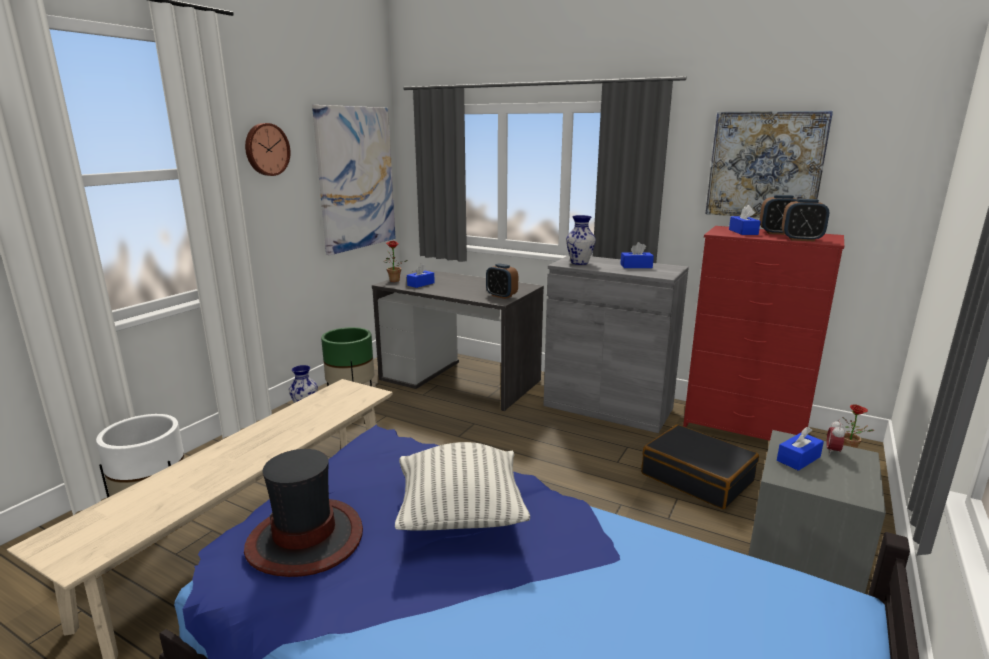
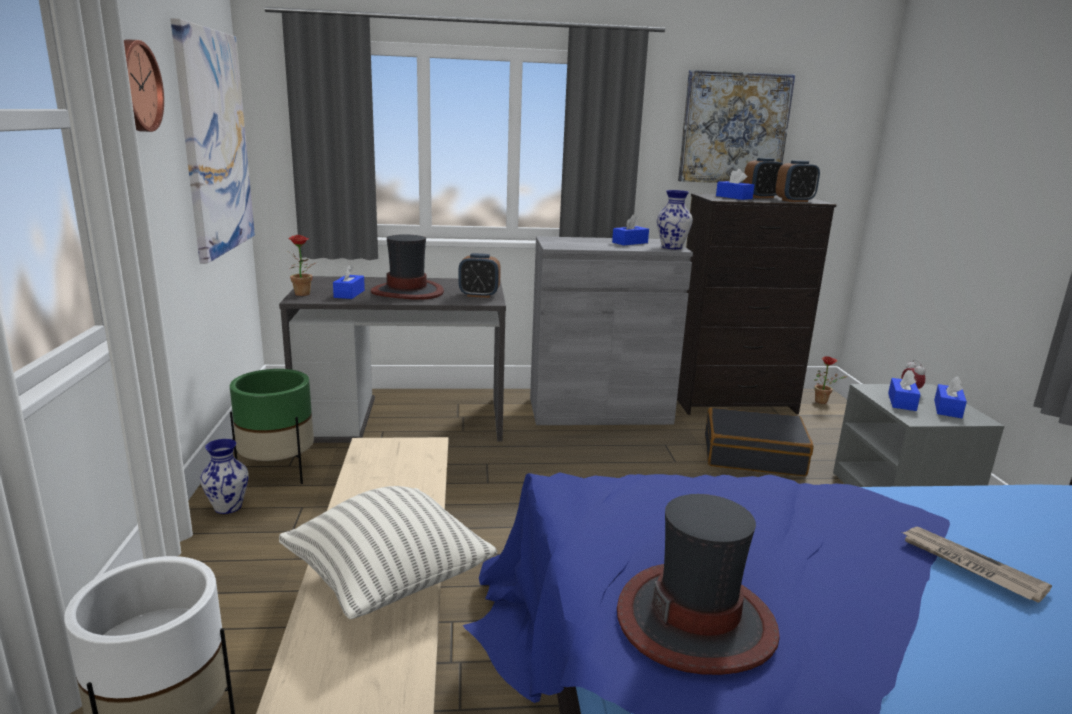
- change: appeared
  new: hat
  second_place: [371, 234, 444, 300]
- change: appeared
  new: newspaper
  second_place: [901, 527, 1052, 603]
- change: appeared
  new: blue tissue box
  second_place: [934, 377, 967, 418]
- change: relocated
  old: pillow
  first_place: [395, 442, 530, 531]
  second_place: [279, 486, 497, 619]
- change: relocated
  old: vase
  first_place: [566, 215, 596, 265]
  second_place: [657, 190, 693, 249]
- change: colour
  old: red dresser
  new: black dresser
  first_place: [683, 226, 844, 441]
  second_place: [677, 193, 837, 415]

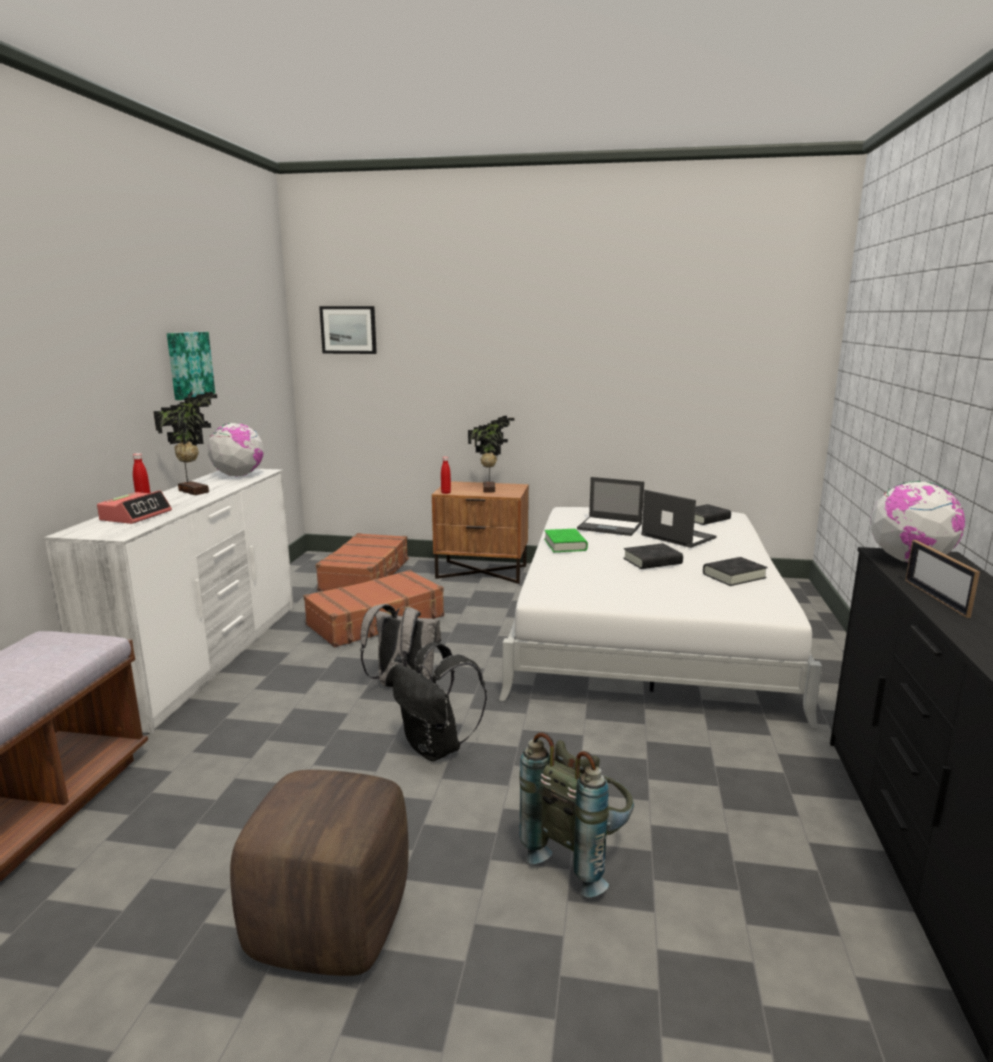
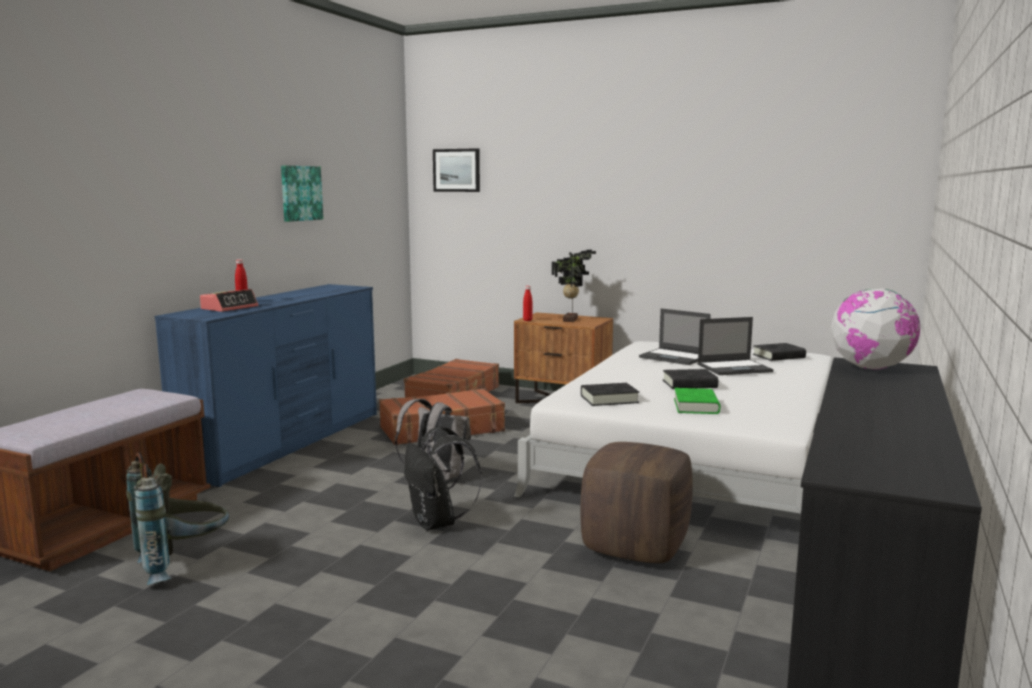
- change: missing
  old: potted plant
  first_place: [153, 392, 217, 495]
- change: missing
  old: globe
  first_place: [208, 423, 264, 476]
- change: missing
  old: picture frame
  first_place: [905, 540, 980, 618]
- change: relocated
  old: brown ottoman
  first_place: [230, 770, 409, 976]
  second_place: [581, 442, 693, 563]
- change: relocated
  old: grey backpack
  first_place: [519, 732, 634, 898]
  second_place: [126, 452, 229, 585]
- change: relocated
  old: green book
  first_place: [544, 529, 588, 552]
  second_place: [674, 388, 720, 414]
- change: relocated
  old: black book
  first_place: [703, 557, 768, 586]
  second_place: [581, 383, 639, 406]
- change: colour
  old: white dresser
  new: blue dresser
  first_place: [44, 469, 294, 734]
  second_place: [154, 284, 377, 487]
- change: spun
  old: laptop
  first_place: [641, 490, 717, 548]
  second_place: [697, 317, 774, 375]
  degrees: 105

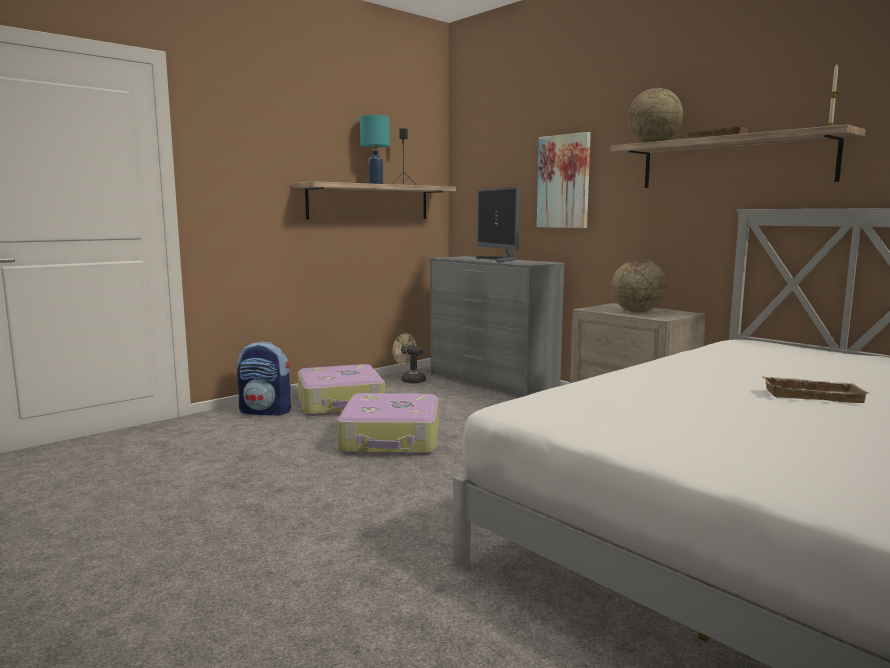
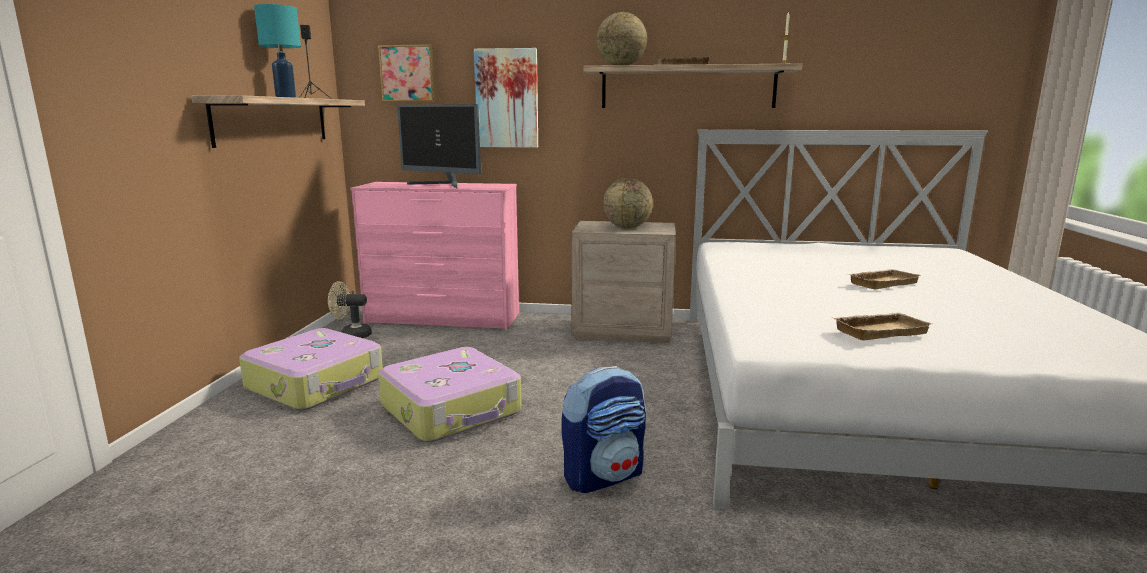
- change: appeared
  new: picture
  second_place: [378, 44, 436, 102]
- change: appeared
  new: beige tray
  second_place: [833, 313, 932, 340]
- change: relocated
  old: backpack
  first_place: [237, 341, 291, 416]
  second_place: [562, 366, 646, 493]
- change: colour
  old: grey dresser
  new: pink dresser
  first_place: [429, 256, 565, 397]
  second_place: [350, 182, 519, 330]

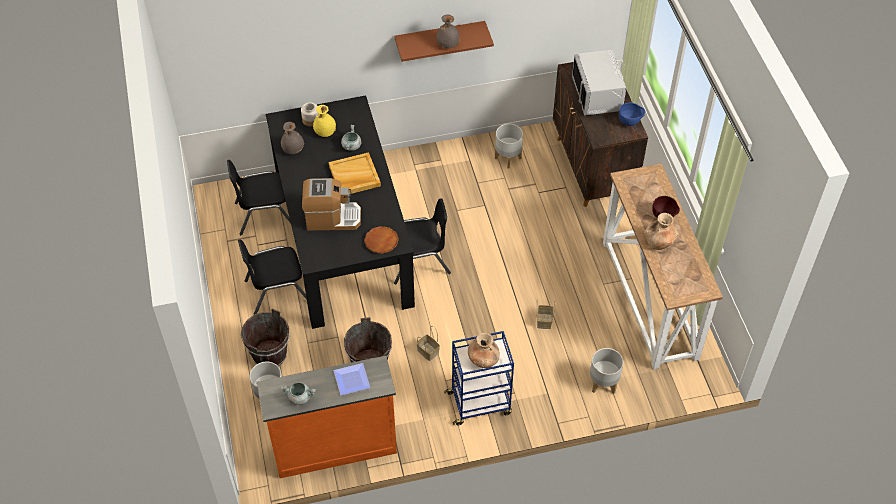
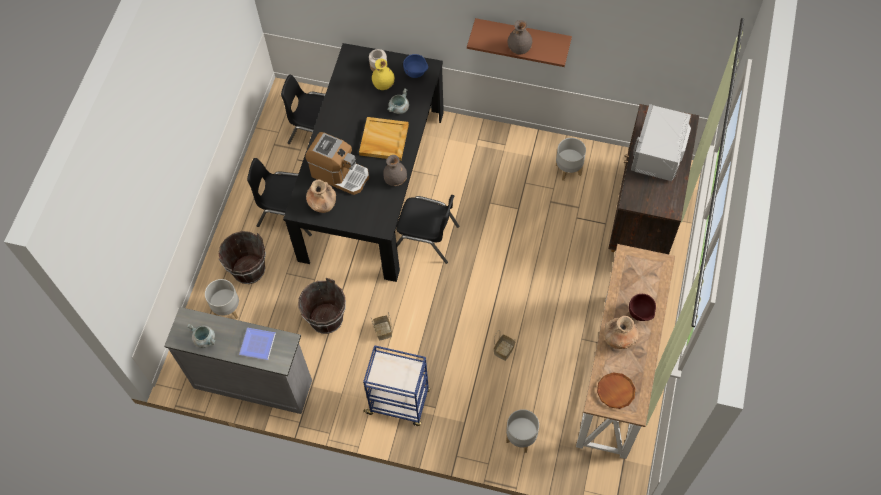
- change: relocated
  old: grey vase
  first_place: [281, 122, 304, 154]
  second_place: [383, 155, 407, 186]
- change: relocated
  old: brown plate
  first_place: [364, 226, 399, 254]
  second_place: [597, 372, 635, 409]
- change: relocated
  old: brown vase
  first_place: [468, 333, 500, 368]
  second_place: [306, 179, 336, 213]
- change: relocated
  old: blue bowl
  first_place: [619, 103, 645, 126]
  second_place: [403, 54, 428, 78]
- change: colour
  old: orange dresser
  new: grey dresser
  first_place: [257, 356, 397, 478]
  second_place: [164, 307, 312, 414]

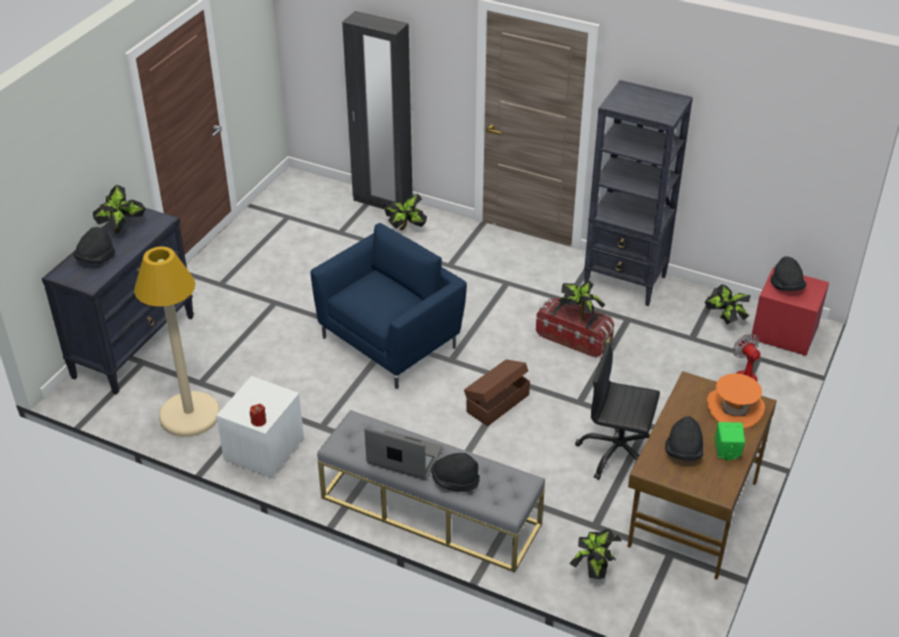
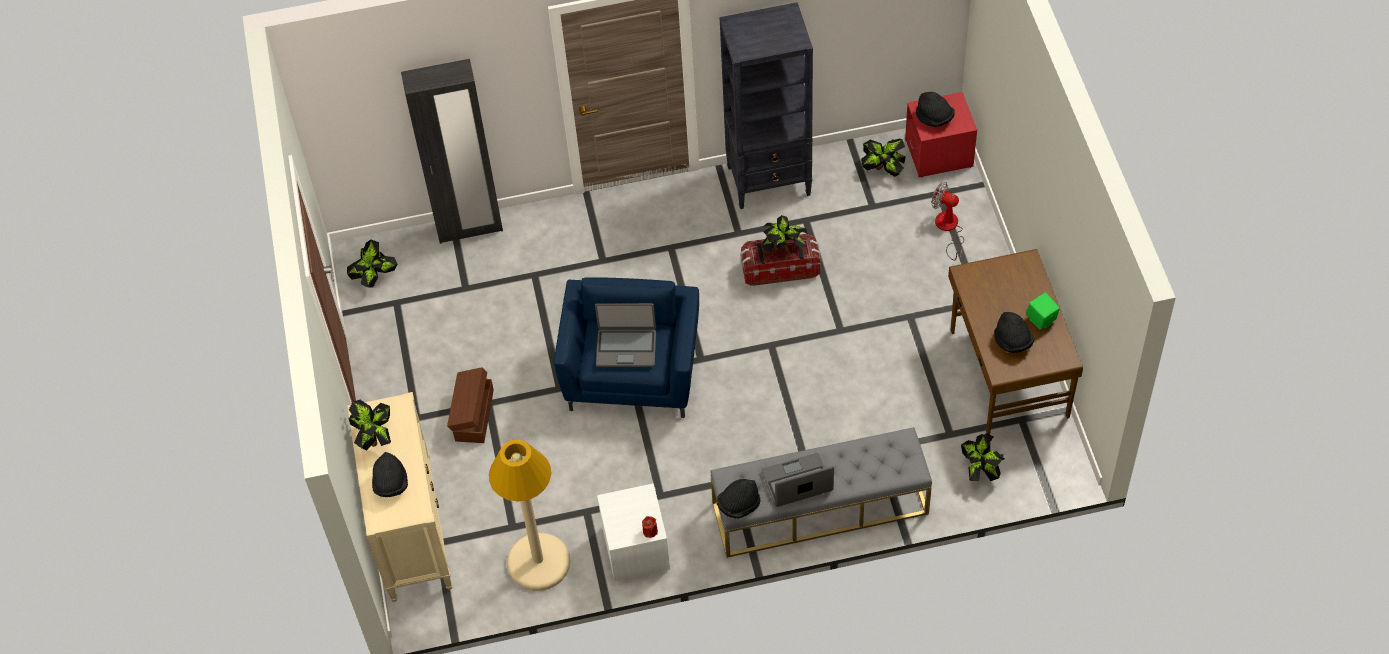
- change: missing
  old: black office chair
  first_place: [575, 342, 660, 480]
- change: missing
  old: orange hat
  first_place: [707, 373, 765, 429]
- change: appeared
  new: laptop
  second_place: [595, 303, 656, 367]
- change: relocated
  old: potted plant
  first_place: [385, 194, 427, 230]
  second_place: [347, 239, 398, 288]
- change: relocated
  old: black hat
  first_place: [431, 453, 480, 492]
  second_place: [717, 479, 760, 519]
- change: relocated
  old: brown storage box
  first_place: [464, 359, 530, 426]
  second_place: [447, 368, 494, 443]
- change: colour
  old: black dresser
  new: beige dresser
  first_place: [42, 208, 194, 395]
  second_place: [347, 392, 452, 602]

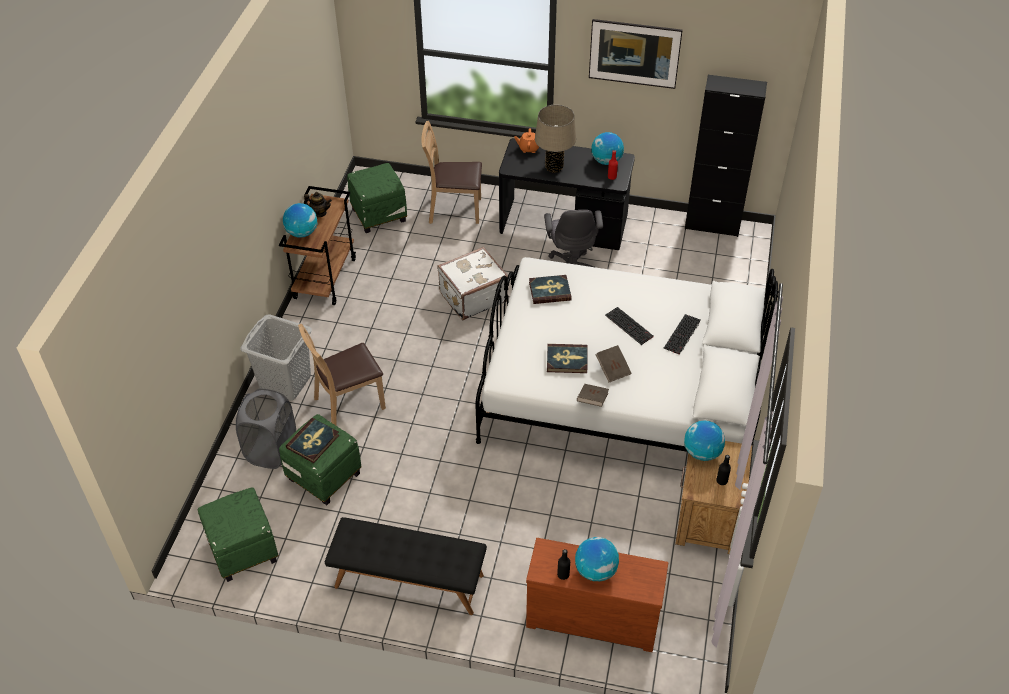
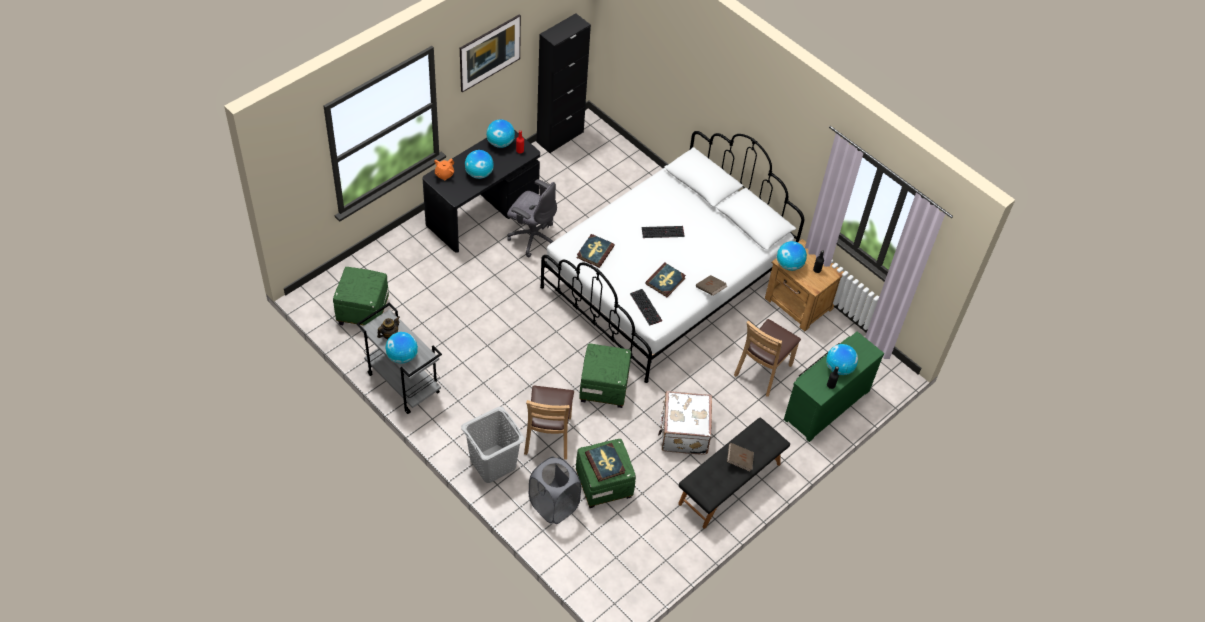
- change: relocated
  old: green ottoman
  first_place: [198, 487, 279, 582]
  second_place: [579, 343, 631, 408]
- change: relocated
  old: brown chair
  first_place: [421, 121, 482, 224]
  second_place: [734, 319, 801, 397]
- change: relocated
  old: white suitcase
  first_place: [437, 247, 508, 320]
  second_place: [658, 391, 712, 455]
- change: relocated
  old: brown book
  first_place: [595, 345, 632, 382]
  second_place: [727, 443, 754, 471]
- change: relocated
  old: keyboard
  first_place: [664, 314, 701, 355]
  second_place: [630, 289, 662, 326]
- change: exchanged
  old: beige table lamp
  new: globe
  first_place: [535, 105, 576, 173]
  second_place: [465, 150, 494, 179]
- change: colour
  old: brown cart
  new: grey cart
  first_place: [279, 186, 356, 305]
  second_place: [357, 303, 442, 414]
- change: colour
  old: brown dresser
  new: green dresser
  first_place: [526, 538, 669, 652]
  second_place: [784, 331, 884, 442]

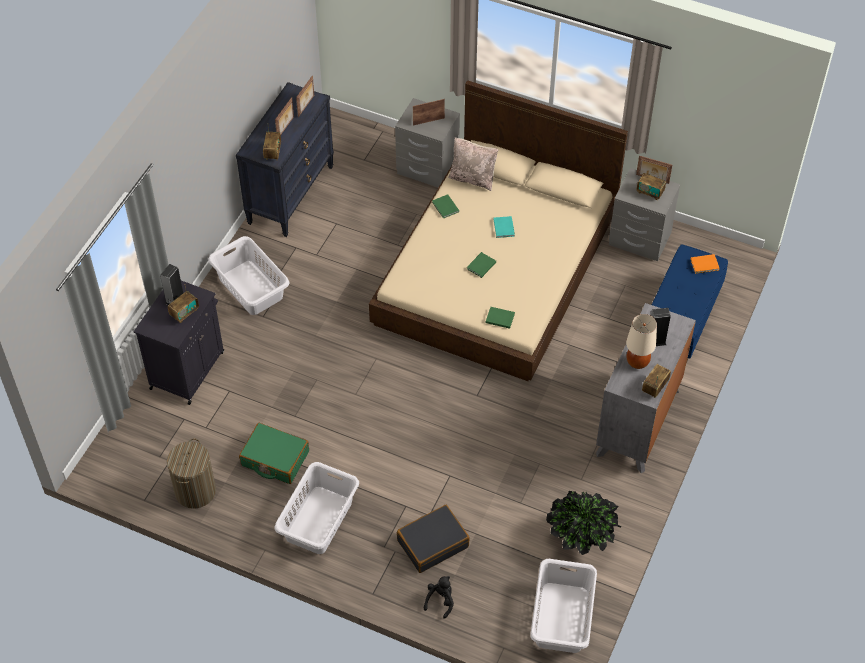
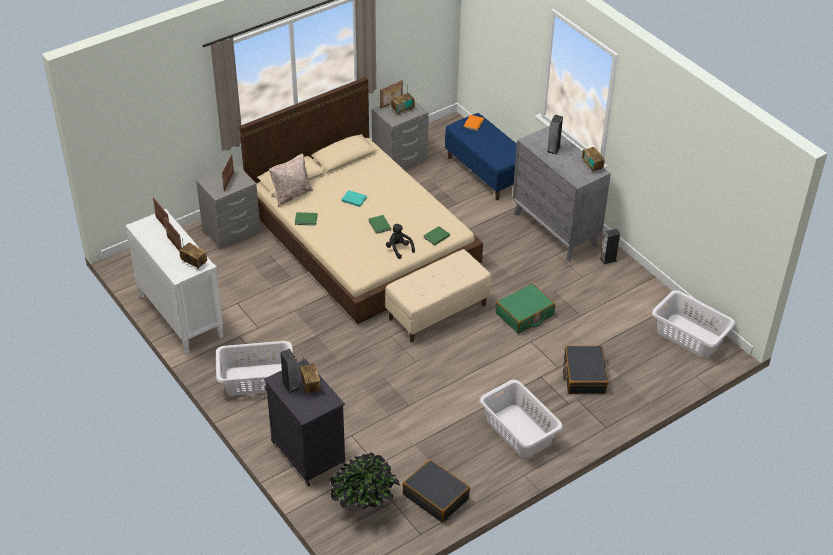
- change: missing
  old: beige table lamp
  first_place: [626, 314, 657, 369]
- change: appeared
  new: beige bench
  second_place: [385, 249, 491, 342]
- change: appeared
  new: speaker
  second_place: [600, 229, 620, 265]
- change: relocated
  old: green suitcase
  first_place: [239, 423, 309, 484]
  second_place: [496, 283, 555, 334]
- change: relocated
  old: black plush toy
  first_place: [424, 576, 454, 619]
  second_place: [386, 224, 415, 259]
- change: relocated
  old: potted plant
  first_place: [546, 491, 621, 555]
  second_place: [330, 452, 400, 510]
- change: exchanged
  old: laundry basket
  new: black suitcase
  first_place: [167, 439, 216, 509]
  second_place: [402, 459, 470, 522]
- change: colour
  old: black dresser
  new: white dresser
  first_place: [236, 82, 334, 237]
  second_place: [125, 209, 224, 355]

